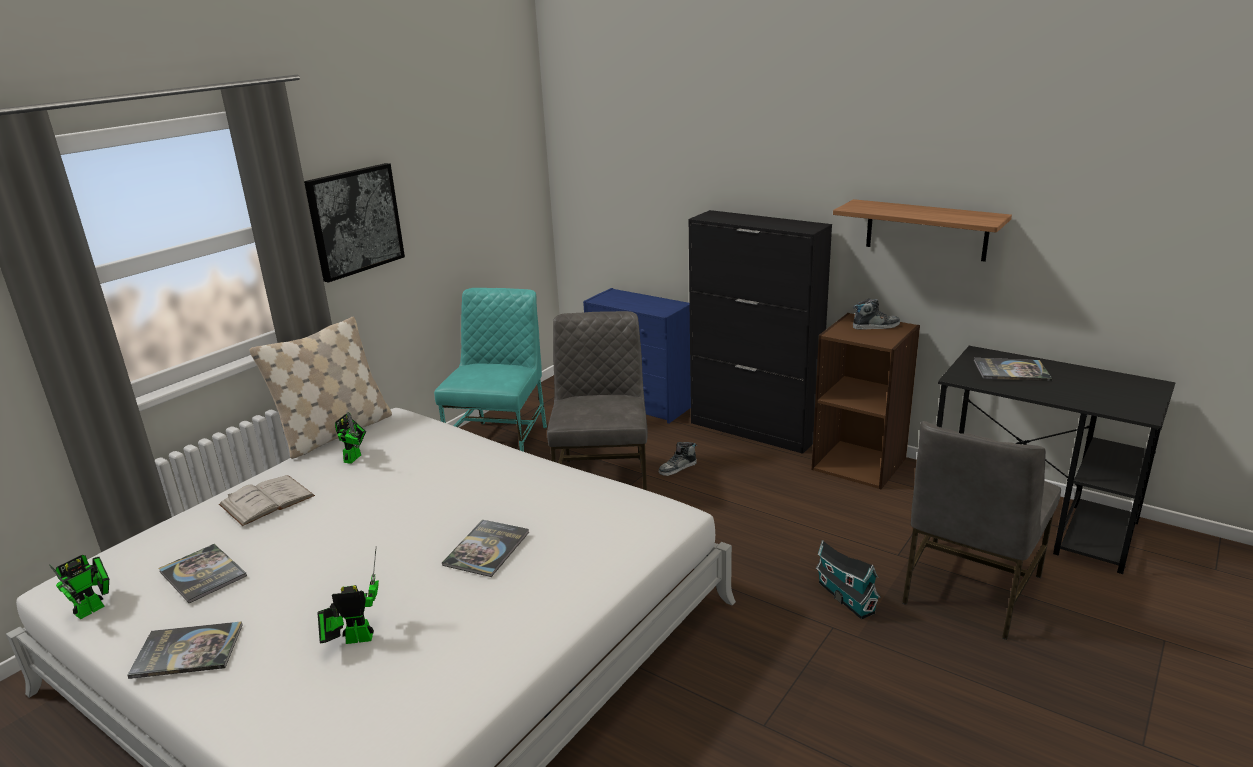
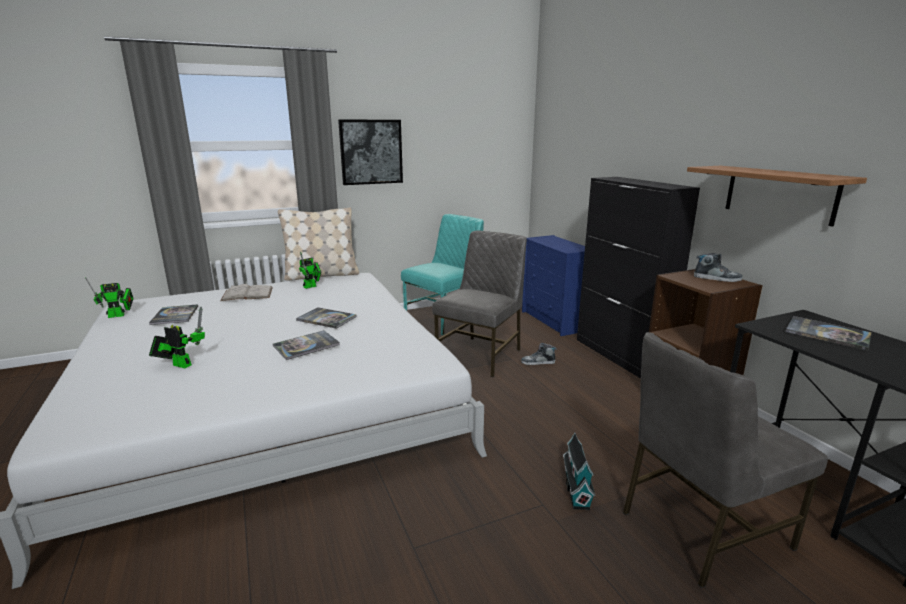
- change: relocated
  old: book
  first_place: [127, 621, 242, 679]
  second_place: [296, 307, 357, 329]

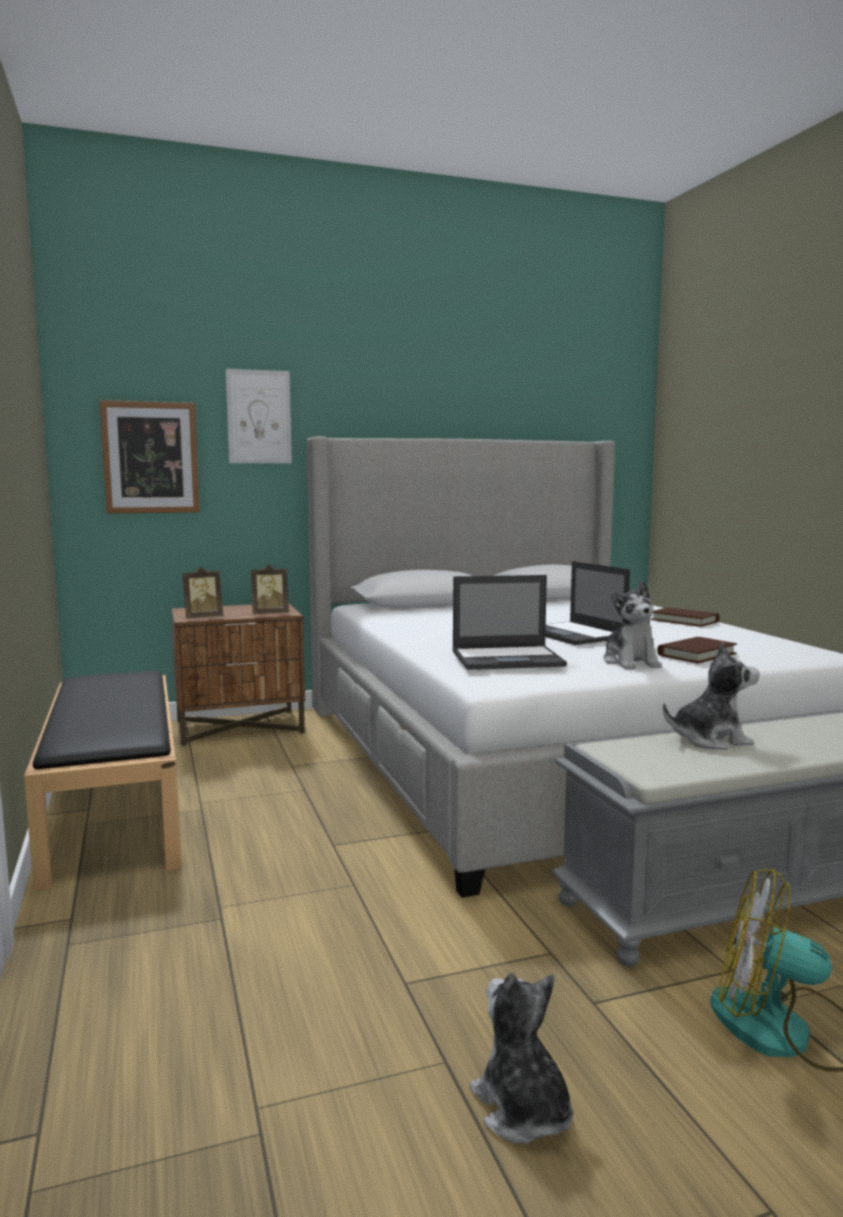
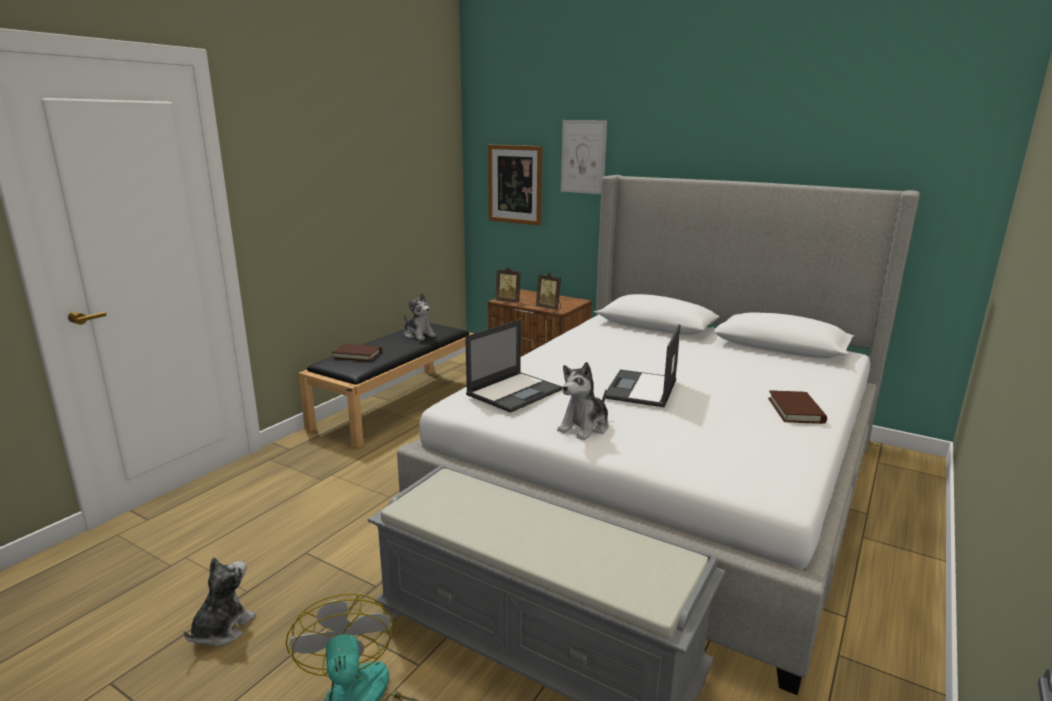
- change: relocated
  old: brown book
  first_place: [657, 637, 737, 663]
  second_place: [332, 344, 382, 361]
- change: relocated
  old: plush toy
  first_place: [663, 642, 759, 750]
  second_place: [404, 293, 436, 340]
- change: spun
  old: laptop
  first_place: [452, 575, 567, 670]
  second_place: [465, 320, 562, 413]
  degrees: -90

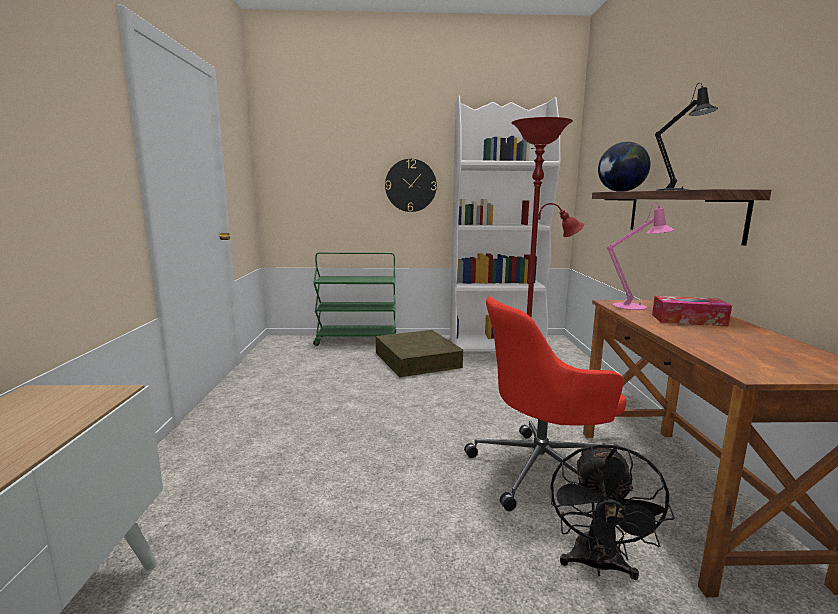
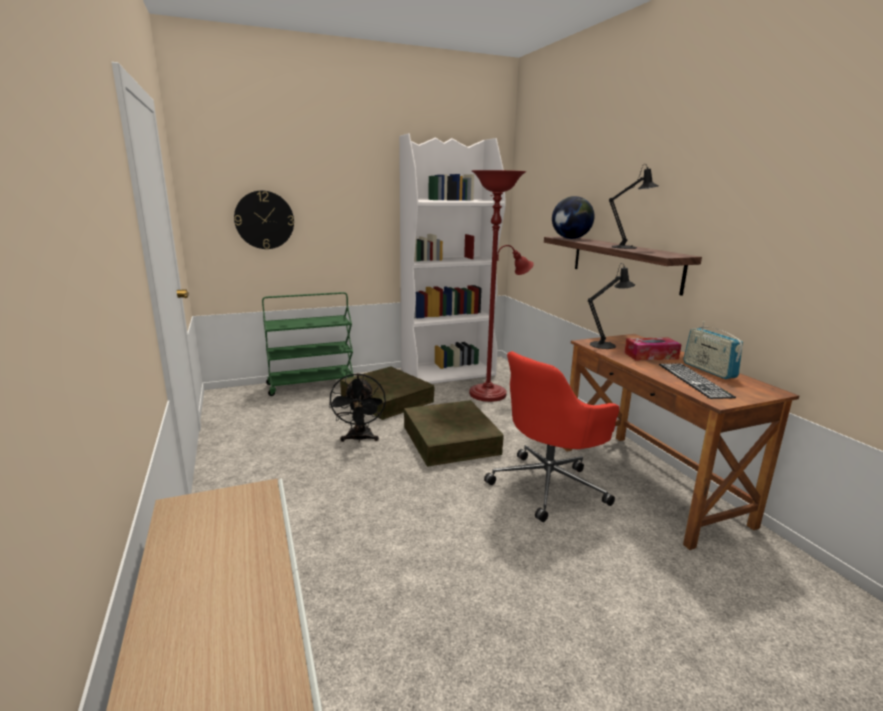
- change: appeared
  new: brown storage box
  second_place: [404, 400, 504, 467]
- change: appeared
  new: keyboard
  second_place: [659, 363, 736, 399]
- change: appeared
  new: radio
  second_place: [683, 321, 743, 379]
- change: relocated
  old: wall clock
  first_place: [385, 159, 437, 212]
  second_place: [234, 191, 294, 249]
- change: relocated
  old: black fan
  first_place: [550, 443, 675, 580]
  second_place: [329, 373, 386, 442]
- change: colour
  old: pink table lamp
  new: black table lamp
  first_place: [607, 202, 674, 310]
  second_place: [588, 263, 635, 349]

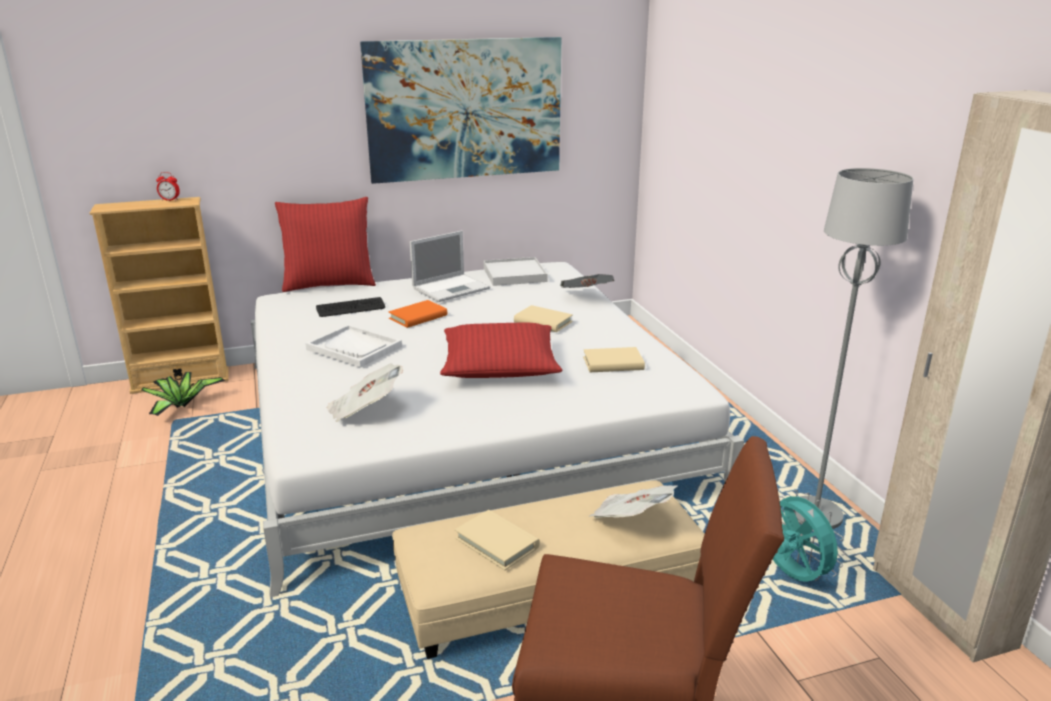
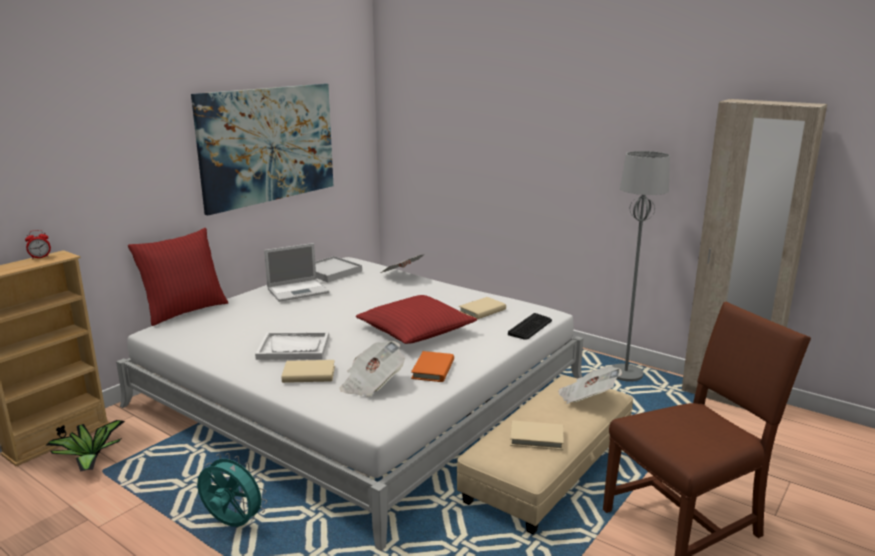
- change: relocated
  old: keyboard
  first_place: [316, 297, 385, 317]
  second_place: [508, 313, 552, 340]
- change: relocated
  old: orange book
  first_place: [389, 300, 447, 328]
  second_place: [411, 351, 454, 382]
- change: relocated
  old: beige book
  first_place: [514, 305, 573, 332]
  second_place: [282, 360, 335, 383]
- change: relocated
  old: turquoise fan
  first_place: [773, 490, 845, 582]
  second_place: [197, 453, 267, 527]
- change: spun
  old: laptop
  first_place: [410, 231, 490, 302]
  second_place: [264, 243, 329, 302]
  degrees: 45

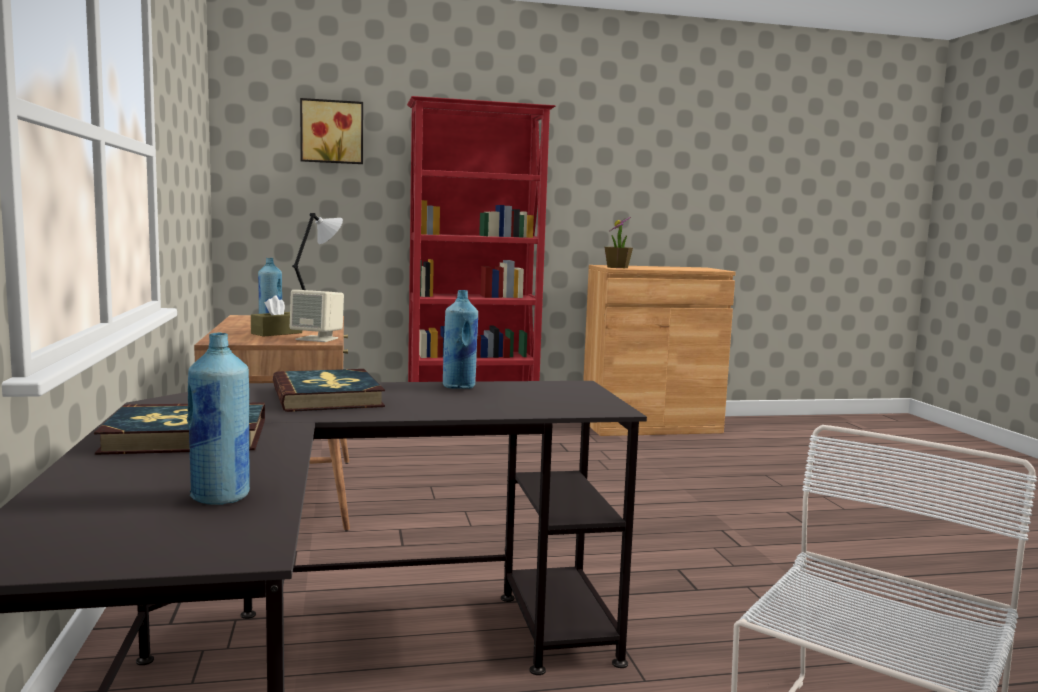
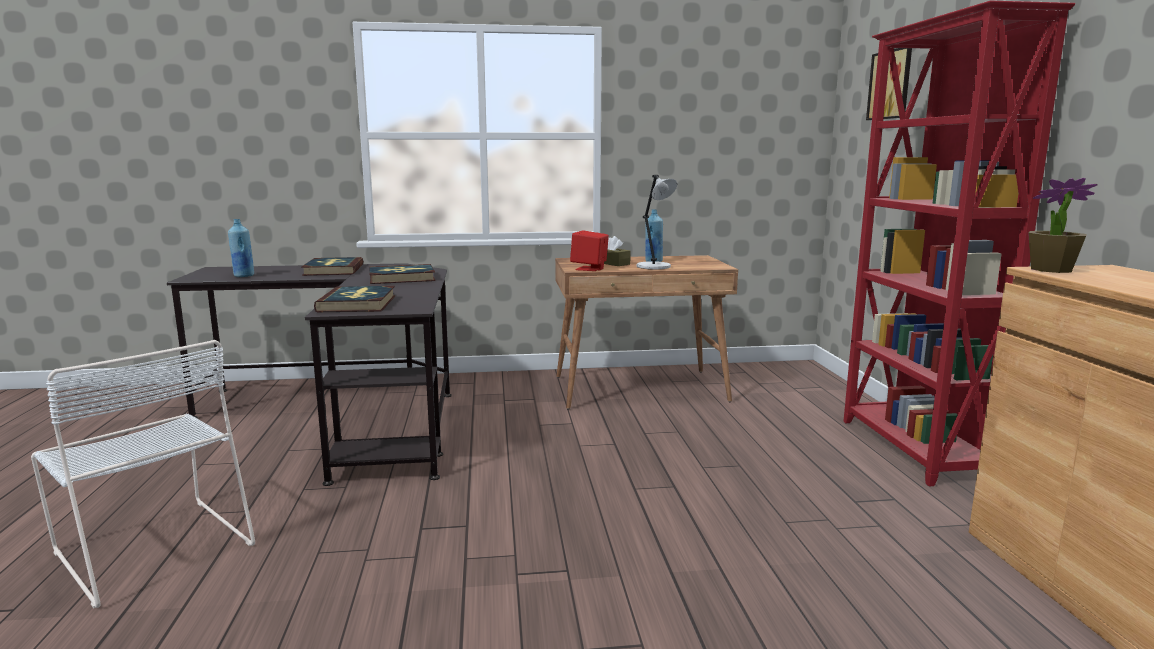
- change: missing
  old: blue bottle
  first_place: [443, 290, 478, 389]
- change: appeared
  new: book
  second_place: [314, 286, 395, 312]
- change: colour
  old: beige speaker
  new: red speaker
  first_place: [290, 290, 344, 342]
  second_place: [570, 230, 609, 271]

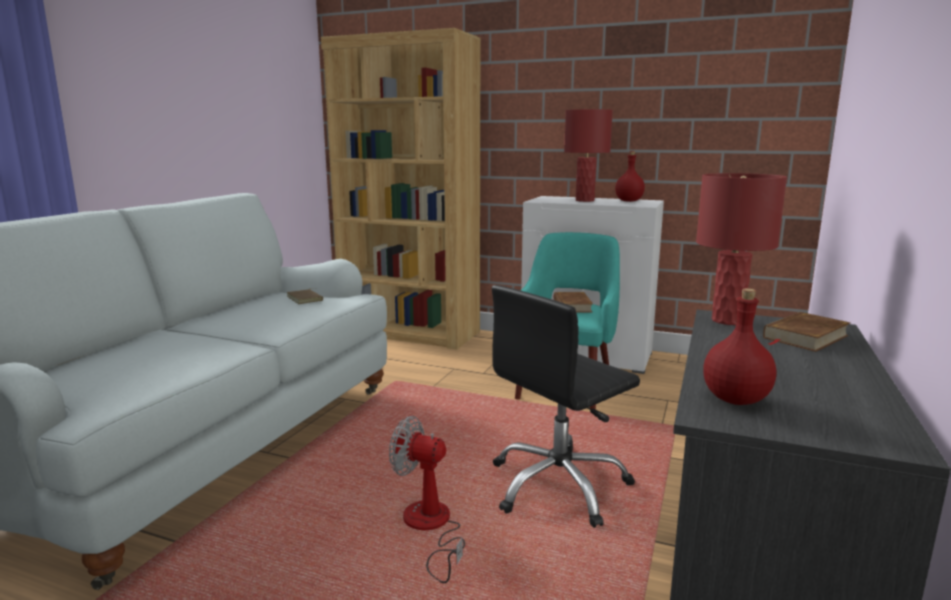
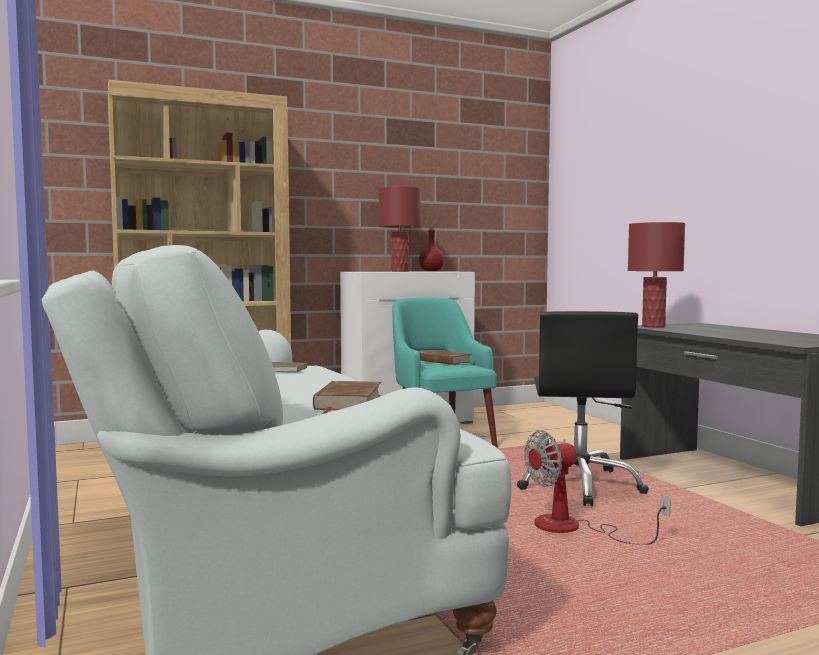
- change: missing
  old: red bottle
  first_place: [703, 288, 776, 405]
- change: relocated
  old: brown book
  first_place: [763, 312, 850, 352]
  second_place: [313, 381, 381, 414]

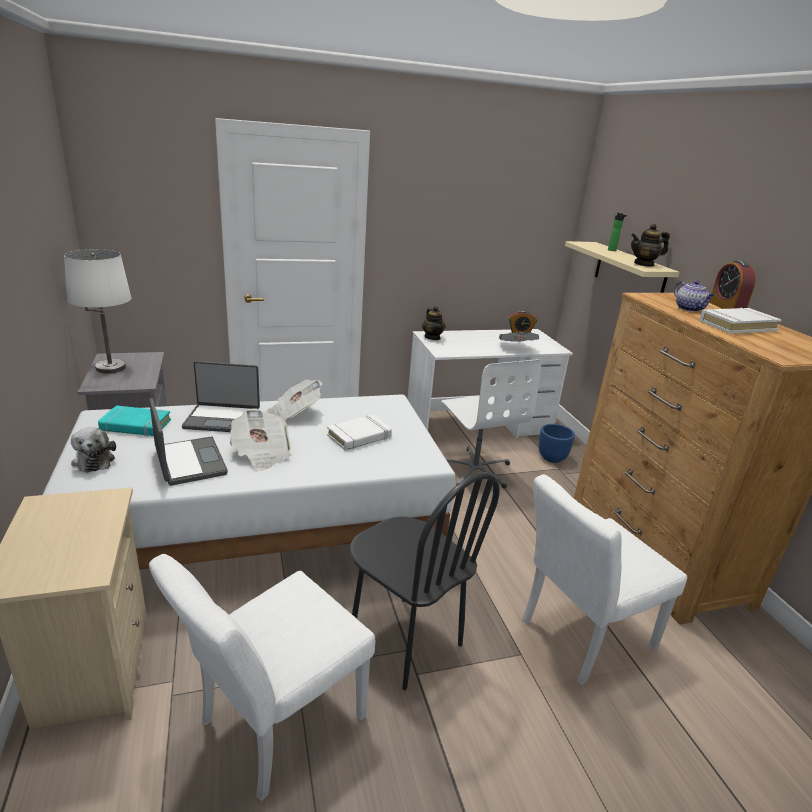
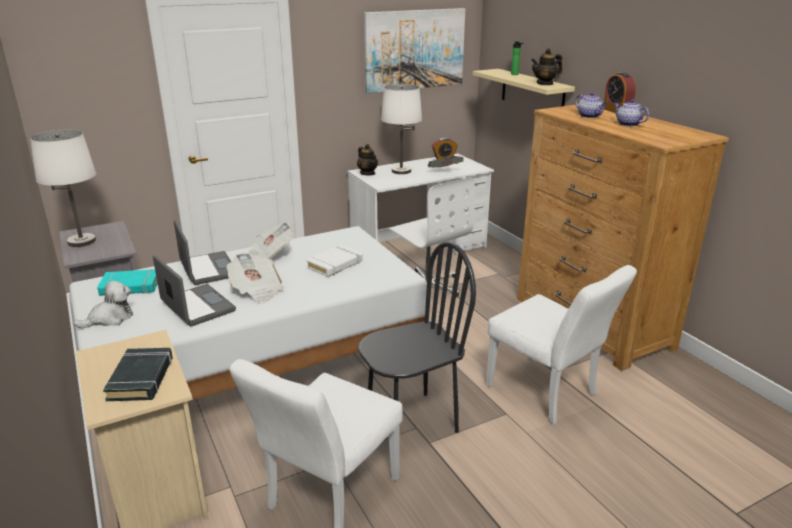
- change: missing
  old: blue planter
  first_place: [539, 424, 575, 463]
- change: appeared
  new: black book
  second_place: [103, 348, 173, 401]
- change: appeared
  new: picture
  second_place: [364, 8, 465, 94]
- change: appeared
  new: white table lamp
  second_place: [381, 84, 422, 174]
- change: exchanged
  old: white book
  new: teapot
  first_place: [699, 307, 782, 334]
  second_place: [614, 99, 649, 127]
- change: spun
  old: plush toy
  first_place: [71, 427, 116, 473]
  second_place: [73, 280, 133, 328]
  degrees: -90
- change: spun
  old: laptop
  first_place: [182, 361, 260, 432]
  second_place: [174, 220, 231, 285]
  degrees: -105
- change: spun
  old: black chair
  first_place: [350, 472, 500, 690]
  second_place: [358, 241, 476, 433]
  degrees: -60
- change: spun
  old: white chair
  first_place: [522, 474, 687, 685]
  second_place: [486, 265, 637, 424]
  degrees: -90

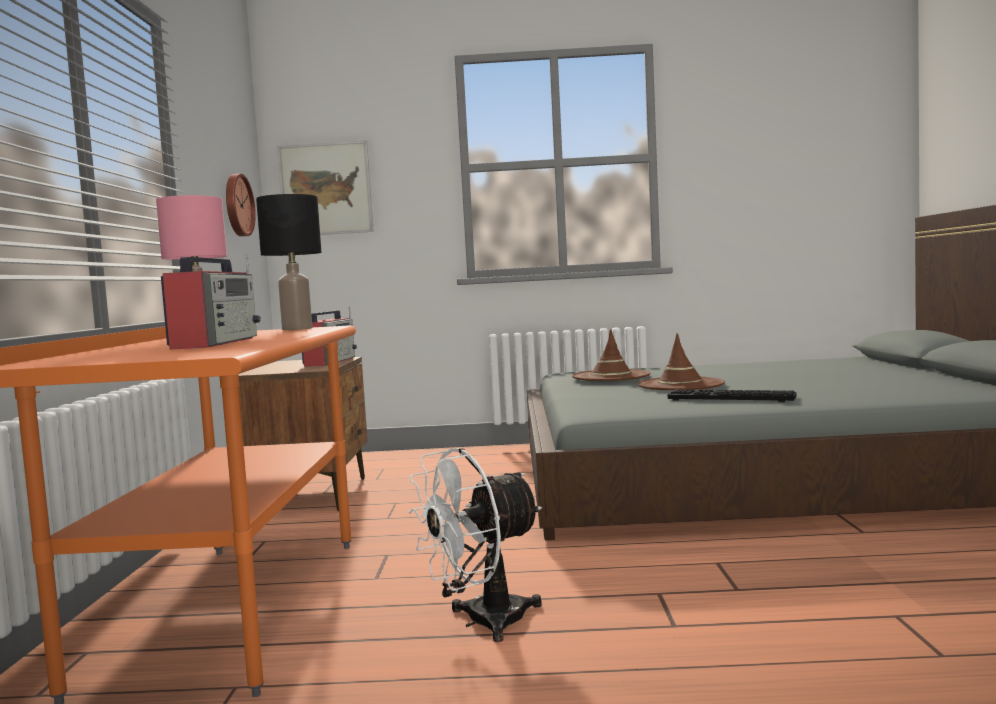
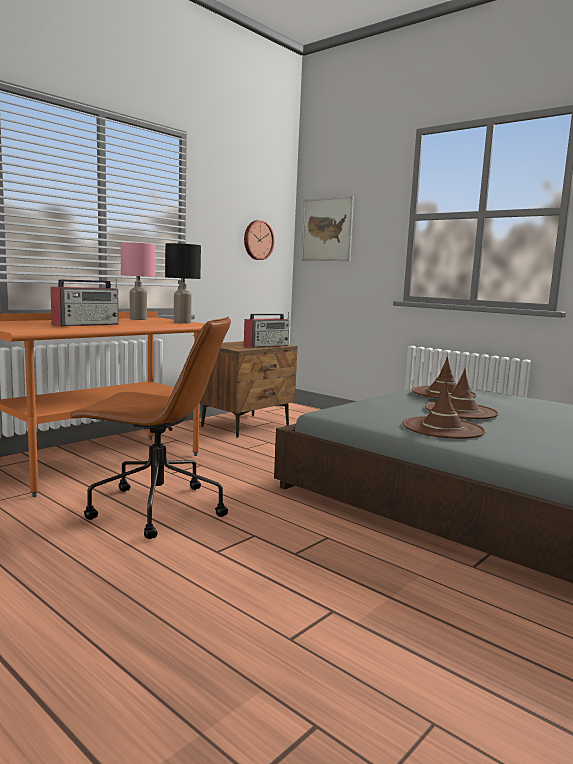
- change: exchanged
  old: white fan
  new: brown office chair
  first_place: [408, 448, 542, 642]
  second_place: [68, 316, 231, 539]
- change: exchanged
  old: keyboard
  new: brown hat
  first_place: [668, 390, 797, 402]
  second_place: [402, 380, 485, 439]

